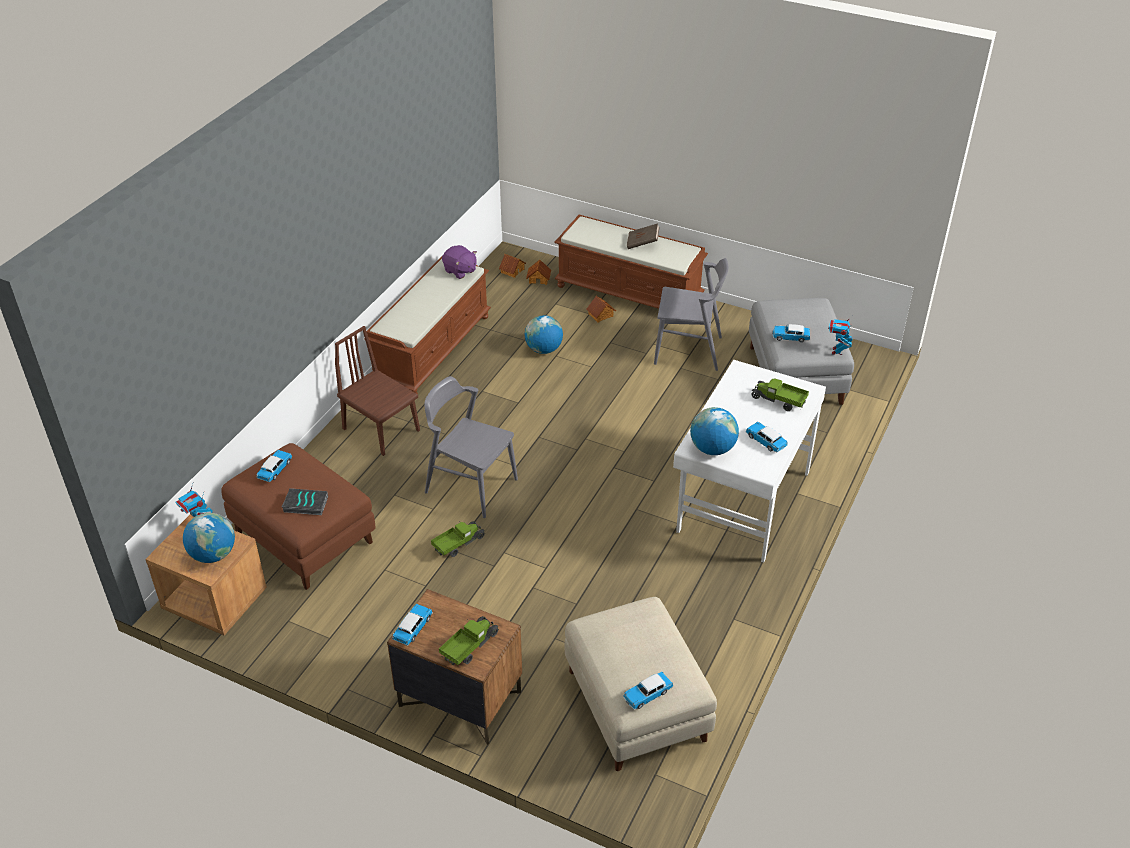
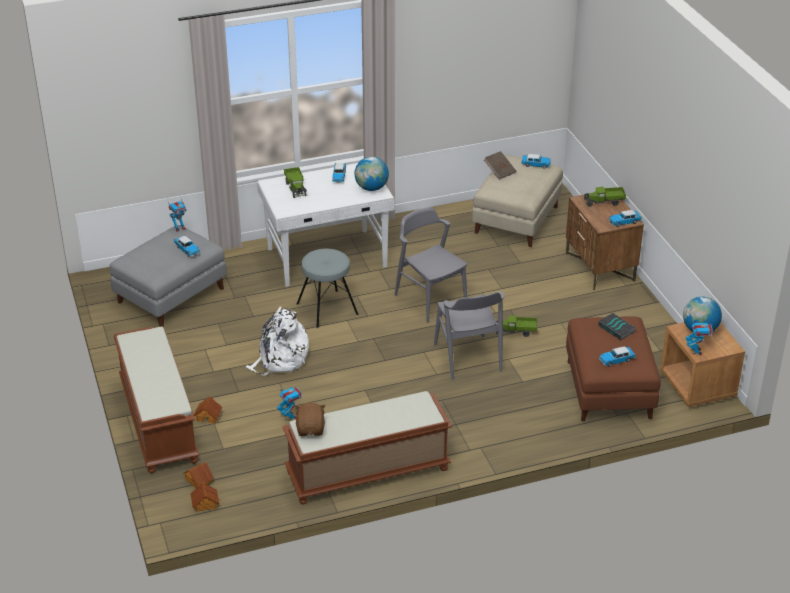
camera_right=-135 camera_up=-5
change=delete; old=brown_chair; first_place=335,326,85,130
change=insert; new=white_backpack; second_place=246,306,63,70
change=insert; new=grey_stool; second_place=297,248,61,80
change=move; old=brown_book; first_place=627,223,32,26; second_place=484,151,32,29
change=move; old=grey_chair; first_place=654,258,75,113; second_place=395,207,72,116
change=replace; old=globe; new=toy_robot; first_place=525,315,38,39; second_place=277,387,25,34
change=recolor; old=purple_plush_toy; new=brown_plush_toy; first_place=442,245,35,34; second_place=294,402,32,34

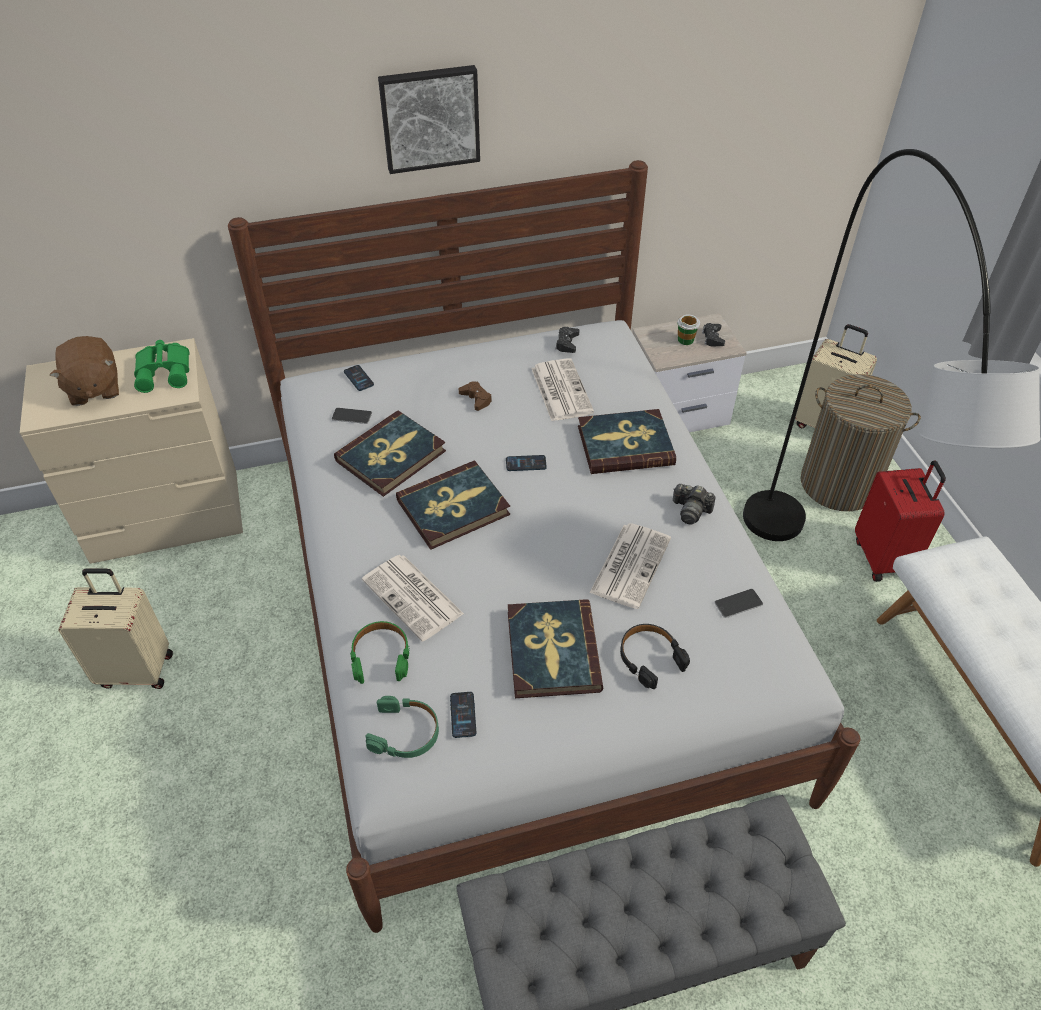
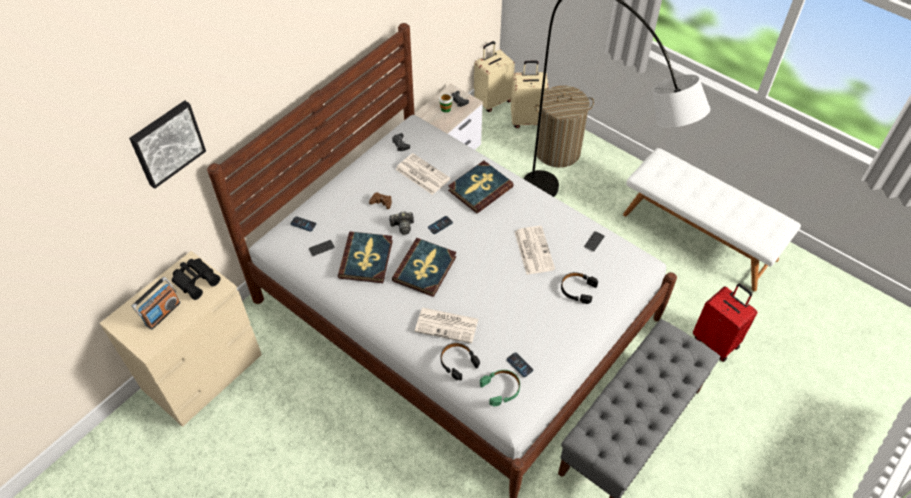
camera_right=-35 camera_up=5
change=delete; old=book; first_place=508,599,95,99
change=move; old=beige_suitcase; first_place=58,568,115,121; second_place=474,41,41,71
change=move; old=picture; first_place=378,65,102,109; second_place=129,100,77,89
change=move; old=photo_camera; first_place=673,484,43,41; second_place=389,211,25,24
change=move; old=red_suitcase; first_place=855,460,91,122; second_place=693,283,64,79
change=replace; old=brown_plush_toy; new=radio; first_place=50,336,69,70; second_place=132,277,49,53
change=recolor; old=green_binoculars; new=black_binoculars; first_place=134,340,56,53; second_place=172,258,49,42
change=recolor; old=green_headphones; new=black_headphones; first_place=350,621,60,63; second_place=441,343,39,38

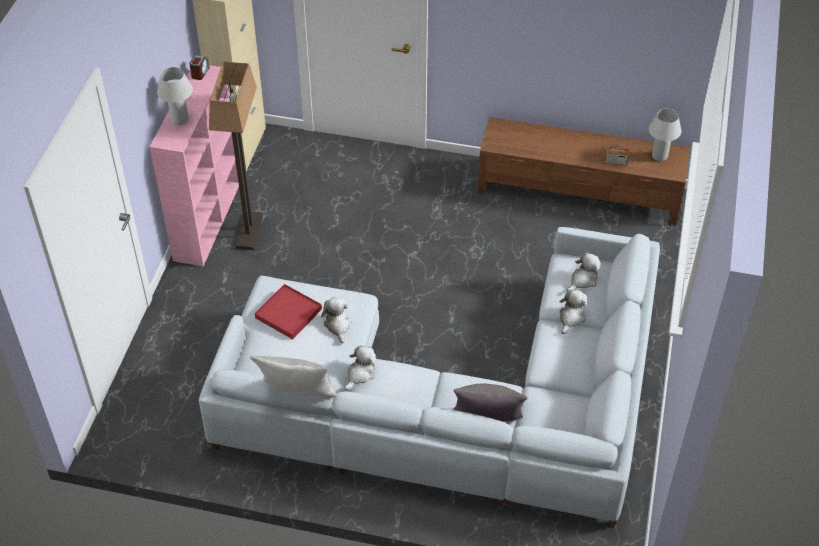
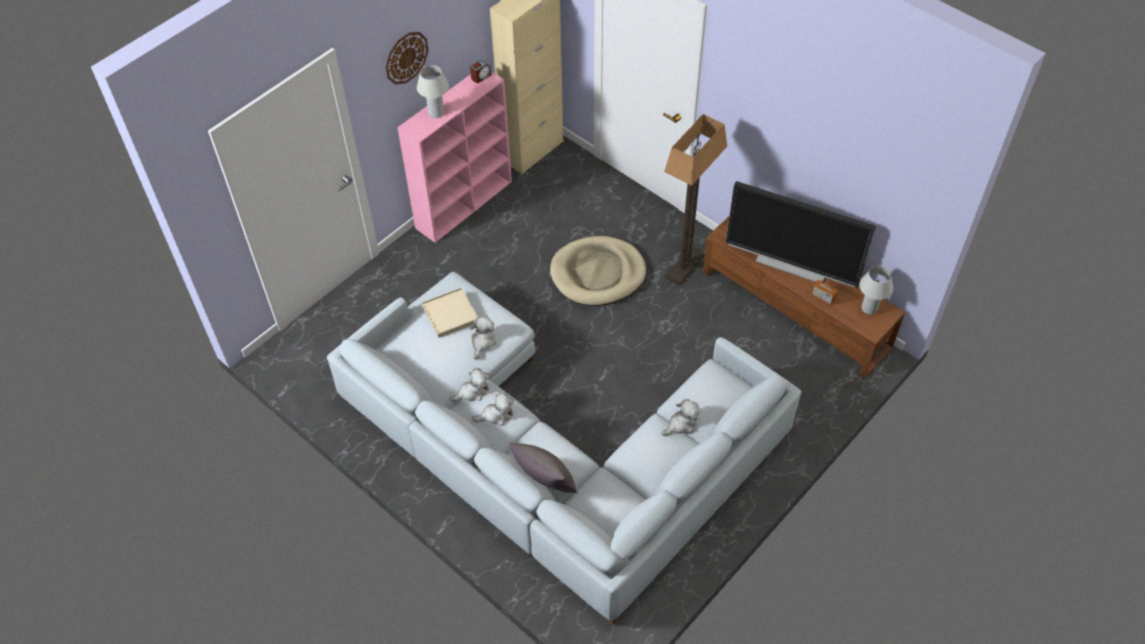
camera_right=30 camera_up=5
change=delete; old=grey_pillow; first_place=250,356,87,41
change=insert; new=wall_clock; second_place=385,32,43,52
change=insert; new=beige_dog_bed; second_place=550,236,96,70
change=insert; new=television; second_place=726,181,150,106
change=move; old=floor_lamp; first_place=209,61,54,189; second_place=664,114,63,172
change=move; old=plush_toy; first_place=566,252,35,40; second_place=472,392,42,34
change=recolor; old=red_tray; new=beige_tray; first_place=255,284,67,55; second_place=422,287,56,51

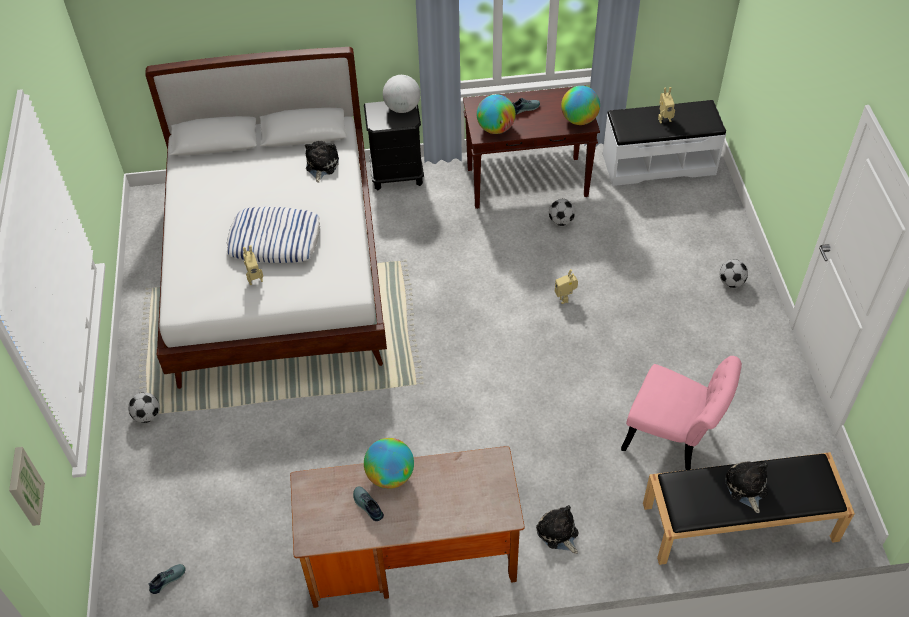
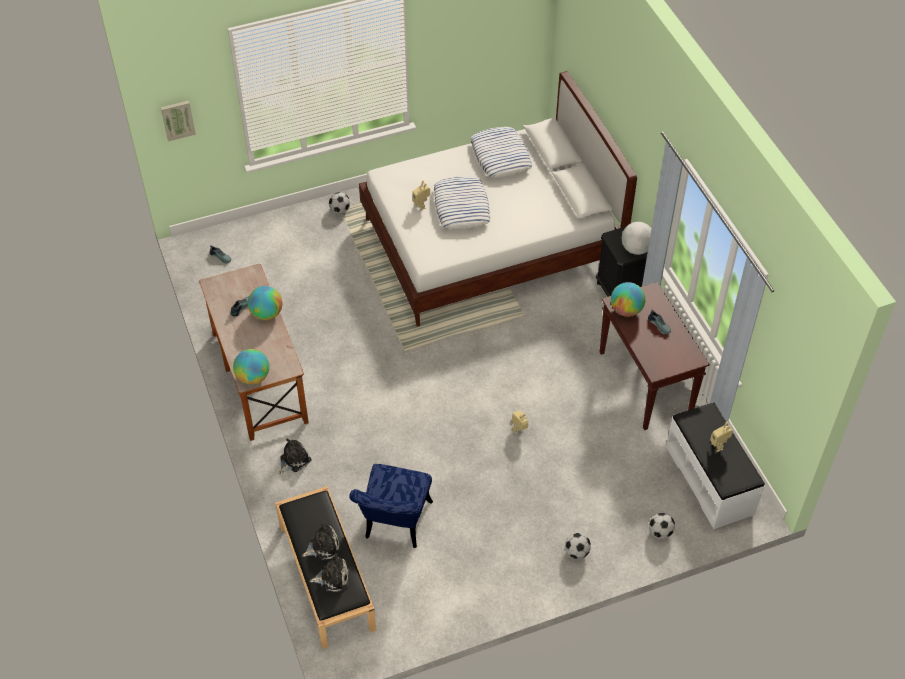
camera_right=75 camera_up=0
change=insert; new=pillow; second_place=470,127,62,51
change=move; old=plush_toy; first_place=305,141,34,42; second_place=310,554,39,38
change=move; old=football; first_place=549,199,26,27; second_place=649,513,26,26
change=move; old=globe; first_place=561,86,39,39; second_place=233,349,36,36
change=recolor; old=pink_chair; new=blue_chair; first_place=621,356,121,114; second_place=349,464,84,84

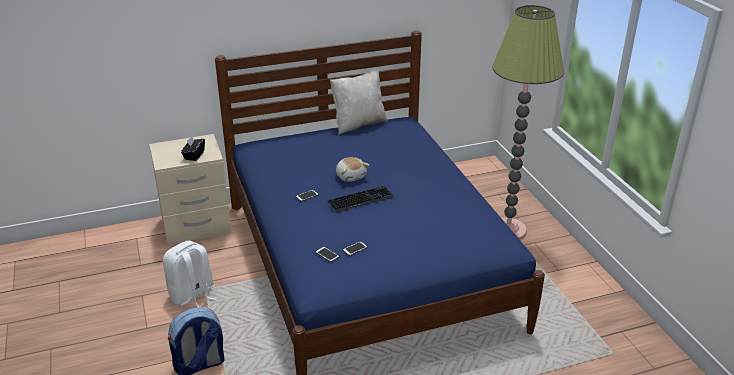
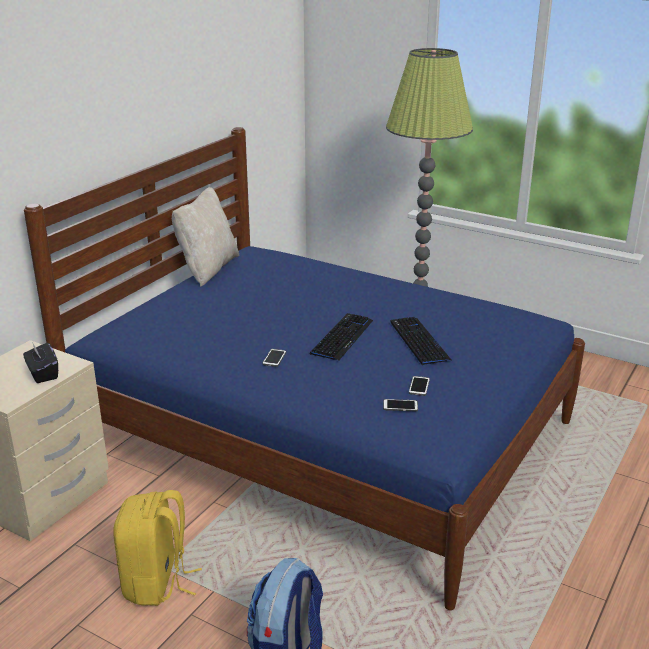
camera_right=-40 camera_up=-5
change=delete; old=plush_toy; first_place=336,157,34,25
change=insert; new=keyboard; second_place=390,317,61,48
change=recolor; old=white_backpack; new=yellow_backpack; first_place=163,241,54,67; second_place=113,490,89,116

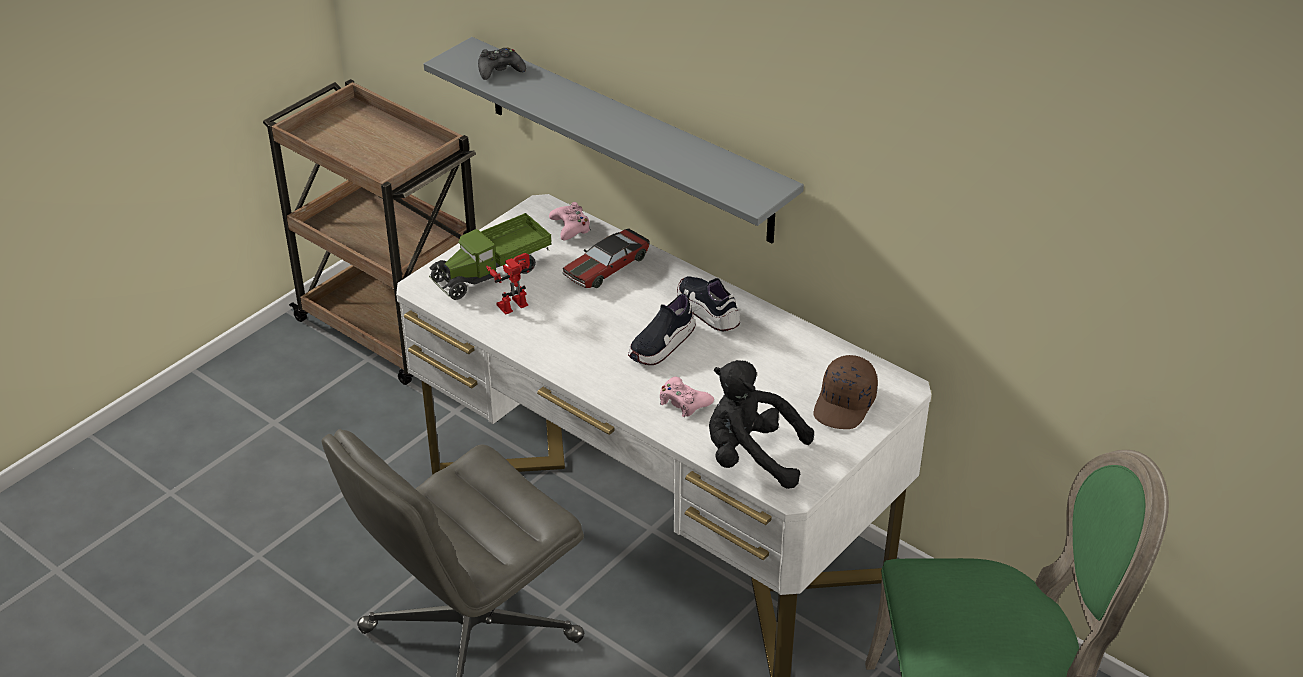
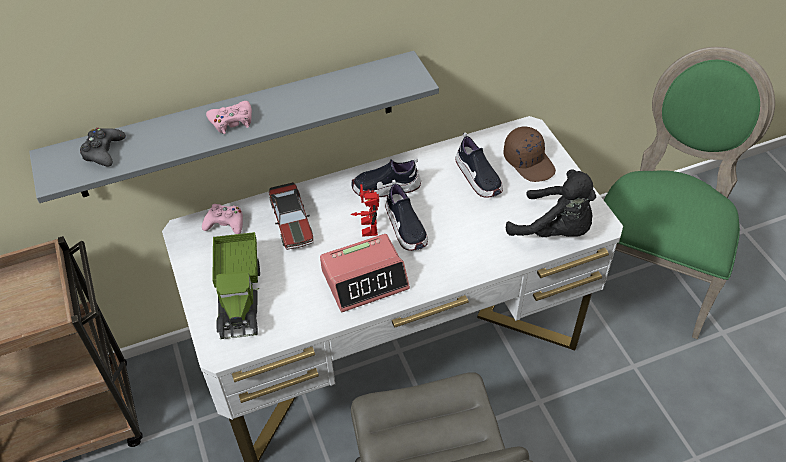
camera_right=-60 camera_up=10
change=insert; new=alarm_clock; second_place=320,234,90,78
change=insert; new=shoe; second_place=455,132,48,66
change=move; old=toy_robot; first_place=486,253,47,62; second_place=350,184,29,53
change=move; old=pink_game_controller; first_place=660,376,54,41; second_place=206,101,46,33
change=rotate; old=black_plush_toy; first_place=709,360,105,129; second_place=506,169,90,68; degrees=-105

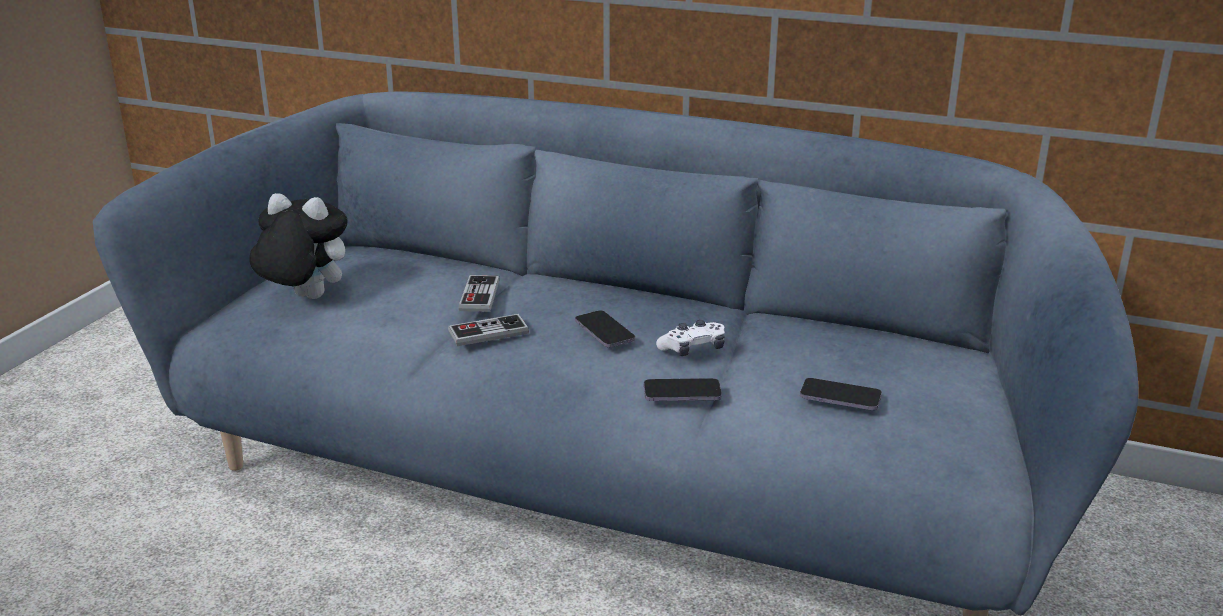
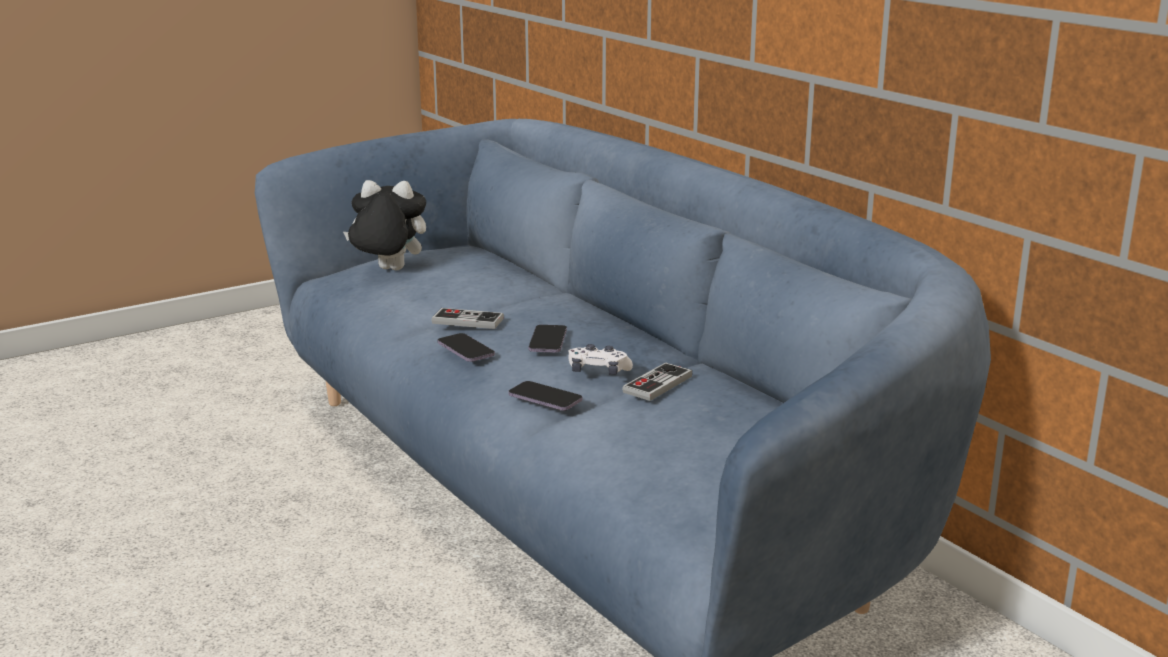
camera_right=35 camera_up=-5
change=move; old=game_controller; first_place=459,275,40,37; second_place=622,362,70,39
change=move; old=phone; first_place=800,378,82,32; second_place=438,333,57,29
change=rotate; old=plush_toy; first_place=249,193,99,106; second_place=343,180,83,90; degrees=-45

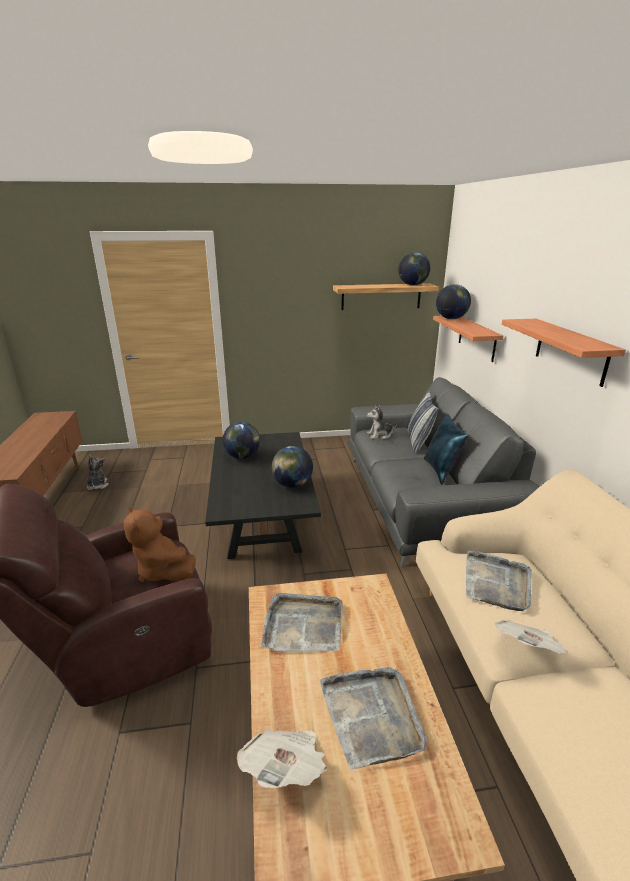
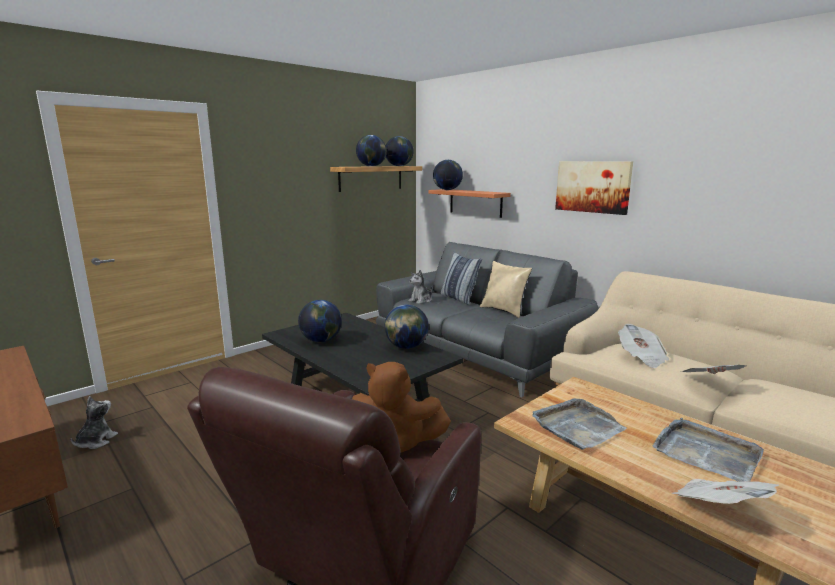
camera_right=-35 camera_up=-10
change=insert; new=globe; second_place=356,135,31,32
change=replace; old=grey_tray; new=newspaper; first_place=466,551,66,60; second_place=618,324,51,44
change=replace; old=shelf; new=picture; first_place=502,319,124,68; second_place=555,161,78,54
change=recolor; old=blue_pillow; new=beige_pillow; first_place=424,414,44,71; second_place=480,261,52,57
change=rotate; old=plush_toy; first_place=87,456,22,34; second_place=71,396,47,53; degrees=60

